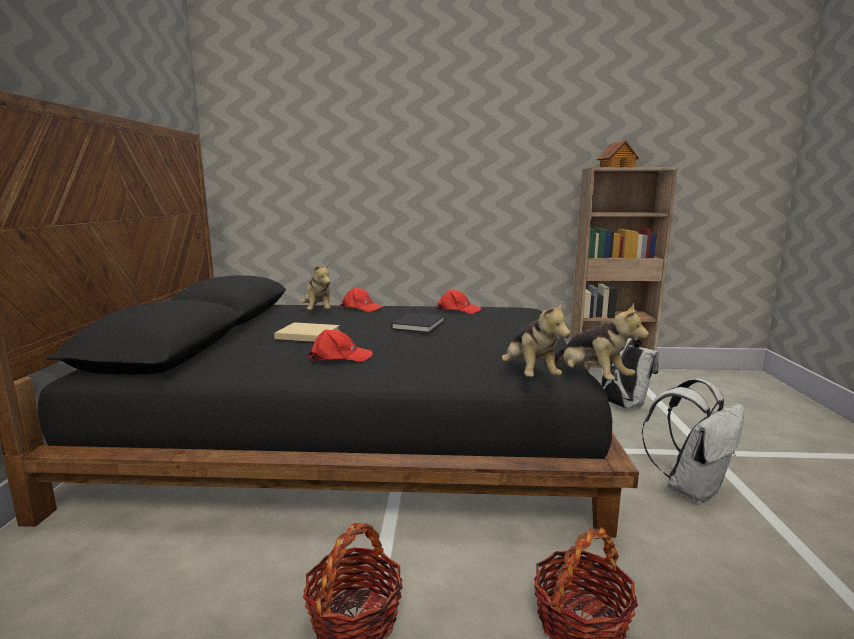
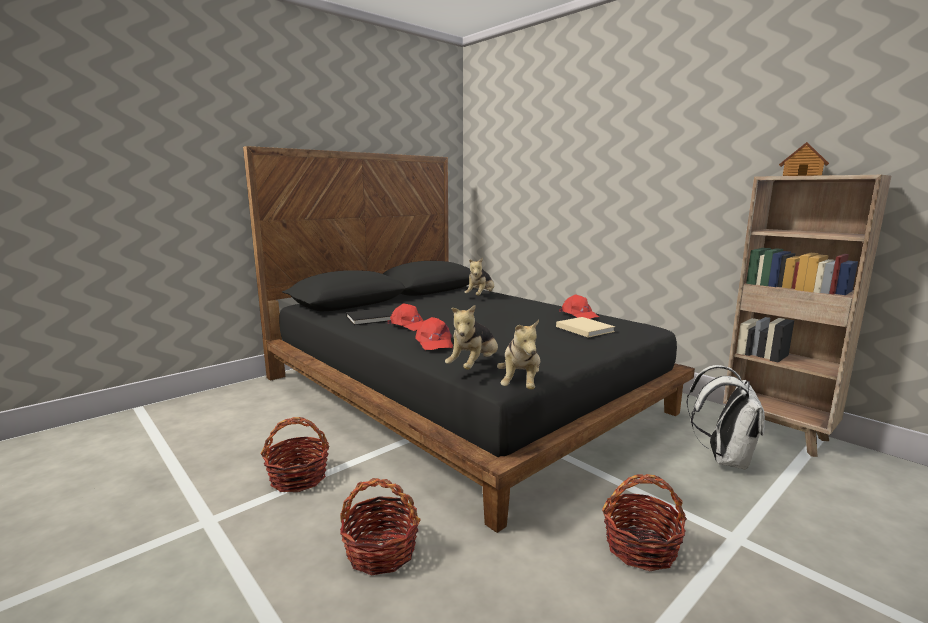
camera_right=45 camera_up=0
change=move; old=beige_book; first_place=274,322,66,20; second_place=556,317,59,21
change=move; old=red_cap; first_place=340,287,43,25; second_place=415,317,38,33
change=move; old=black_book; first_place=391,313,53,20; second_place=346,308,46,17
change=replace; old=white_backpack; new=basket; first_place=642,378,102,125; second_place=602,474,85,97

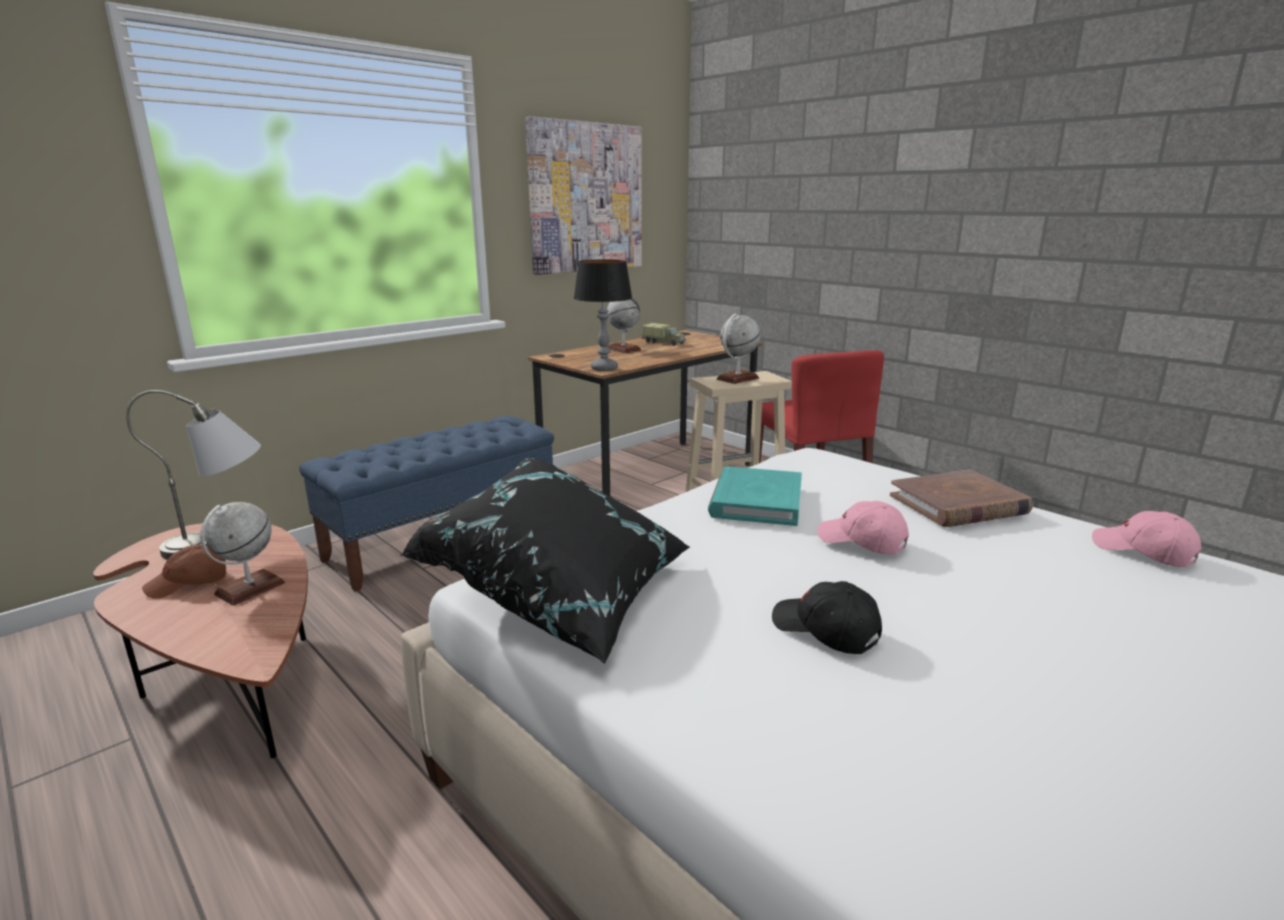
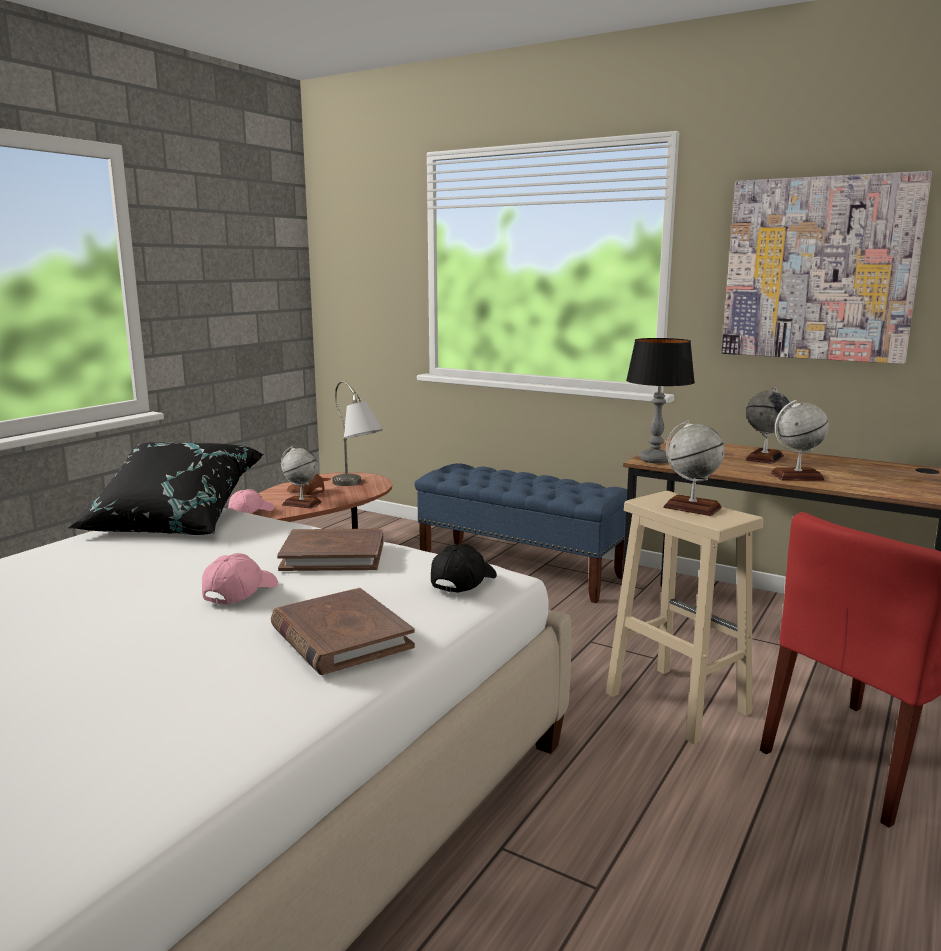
camera_right=75 camera_up=-5
change=delete; old=toy_truck; first_place=642,323,44,23
change=insert; new=globe; second_place=771,400,58,80
change=move; old=black_cap; first_place=772,581,110,73; second_place=431,544,66,49
change=move; old=pink_cap; first_place=1092,511,109,57; second_place=228,489,46,25
change=recolor; old=turquoise_book; new=brown_book; first_place=708,467,94,59; second_place=277,529,106,42

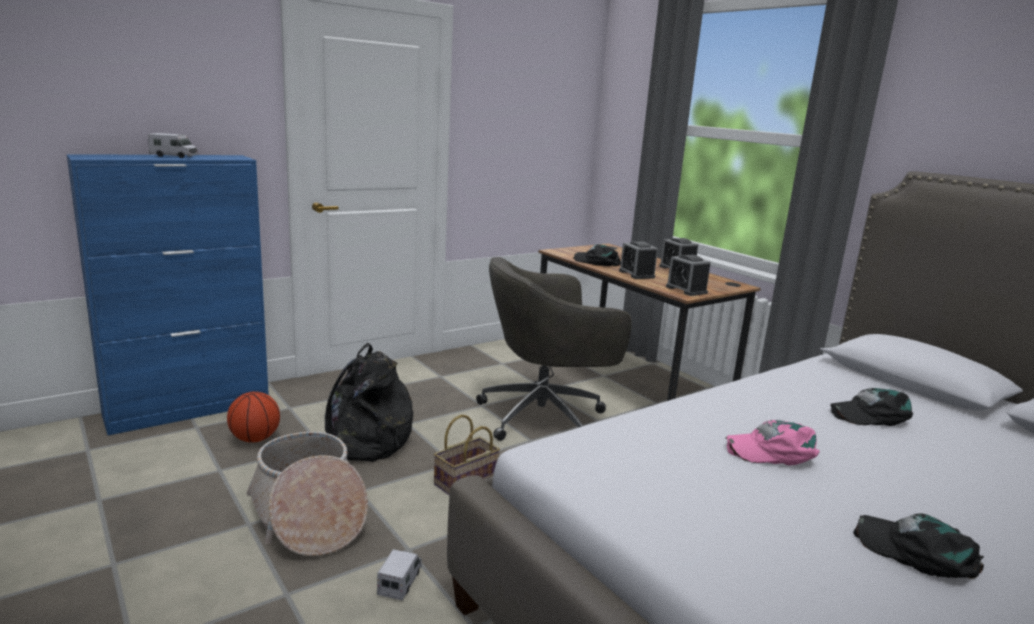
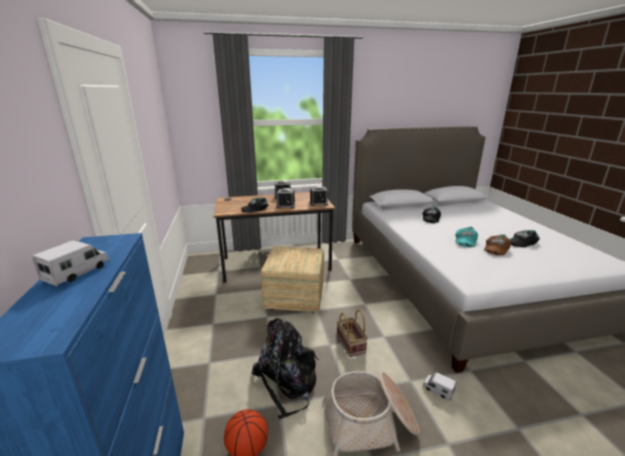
camera_right=-65 camera_up=5
change=insert; new=brown_cap; second_place=484,234,27,22
change=replace; old=grey_office_chair; new=ottoman; first_place=476,257,156,184; second_place=261,247,63,66
change=recolor; old=pink_cap; new=turquoise_cap; first_place=725,420,95,45; second_place=455,227,23,20

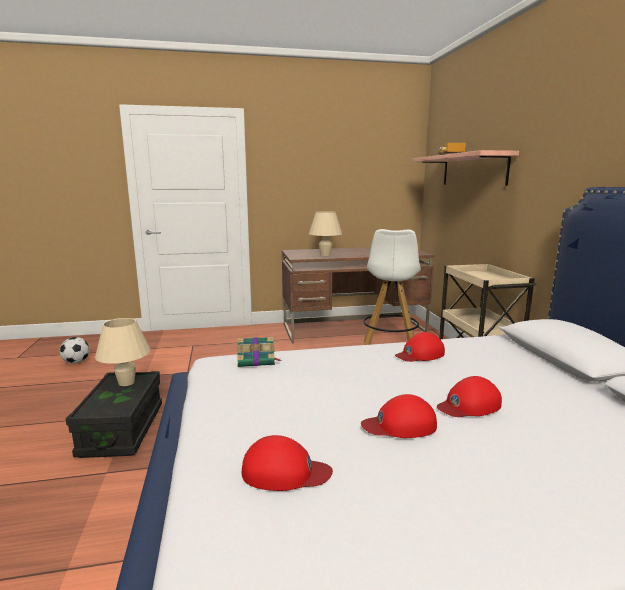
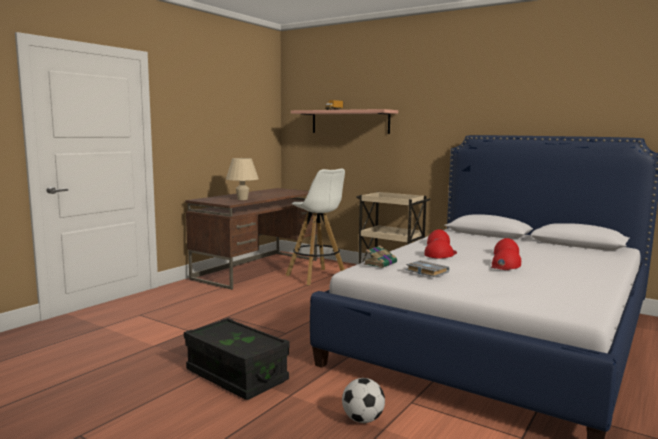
camera_right=-45 camera_up=-5
change=delete; old=beige_table_lamp; first_place=95,318,55,68
change=insert; new=grey_book; second_place=406,260,44,17
change=move; old=football; first_place=59,337,31,27; second_place=342,378,43,45
change=move; old=red_cap; first_place=242,435,91,56; second_place=424,239,33,19

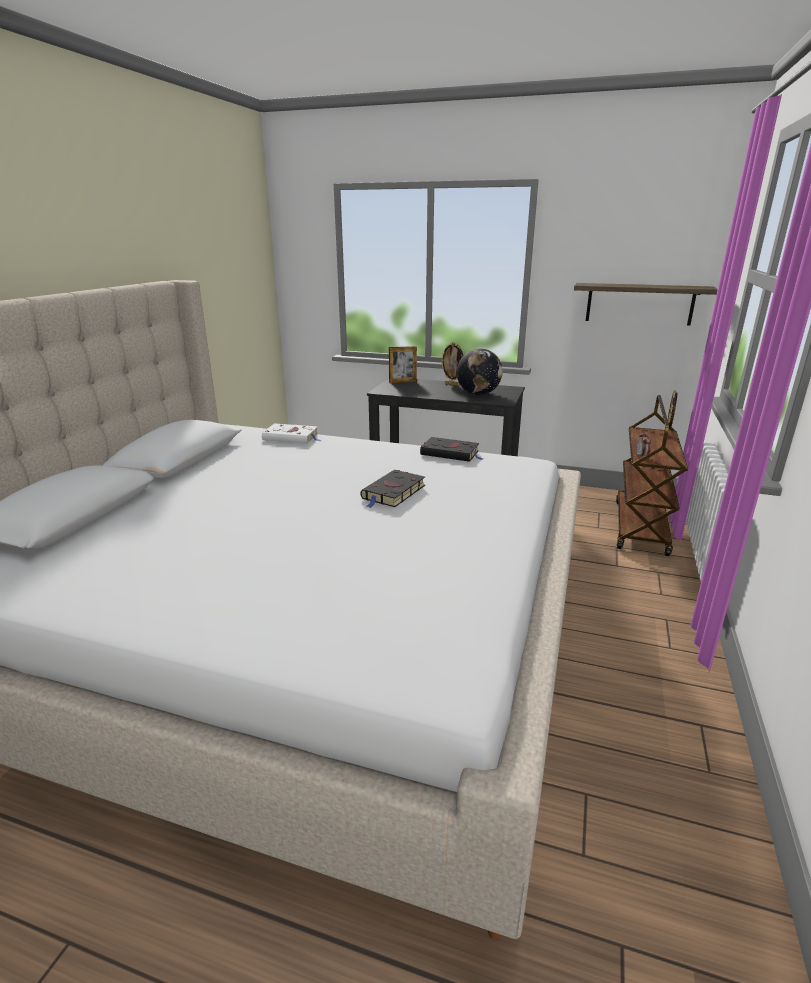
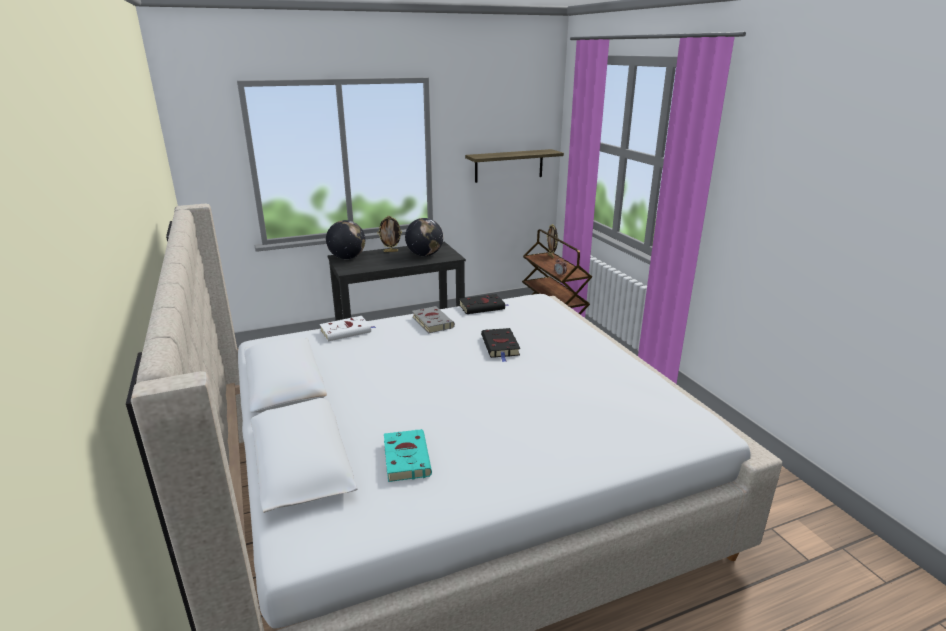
camera_right=-40 camera_up=0
change=insert; new=turquoise_book; second_place=384,429,48,53
change=insert; new=grey_book; second_place=412,306,43,27
change=replace; old=picture_frame; new=globe; first_place=389,346,28,37; second_place=326,220,40,39

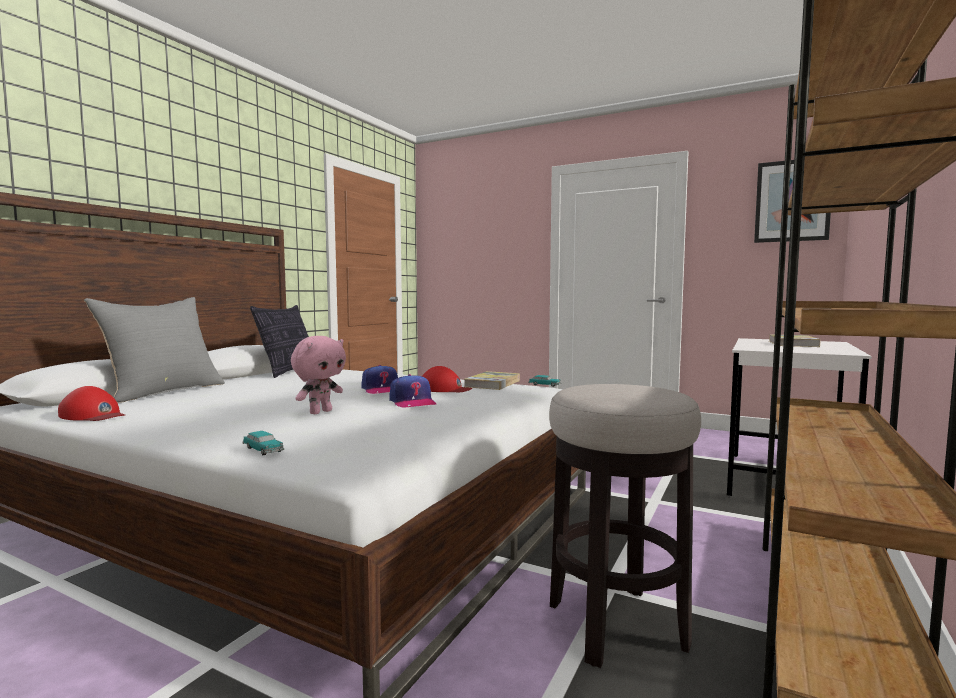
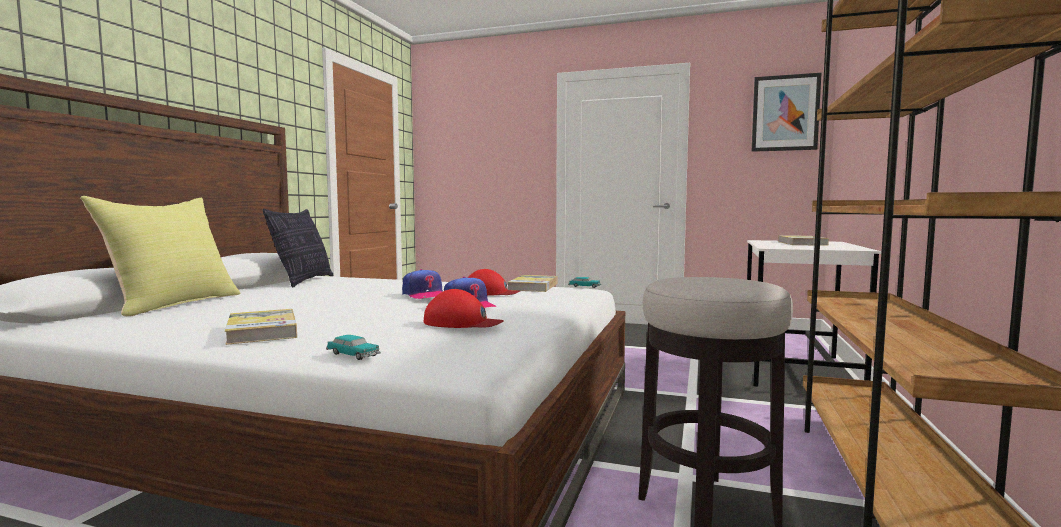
camera_right=-10 camera_up=0
change=delete; old=pink_plush_toy; first_place=291,336,55,78
change=insert; new=book; second_place=225,309,72,36
change=move; old=red_cap; first_place=58,386,67,35; second_place=424,289,80,39
change=recolor; old=grey_pillow; new=yellow_pillow; first_place=84,297,141,106; second_place=80,196,160,120

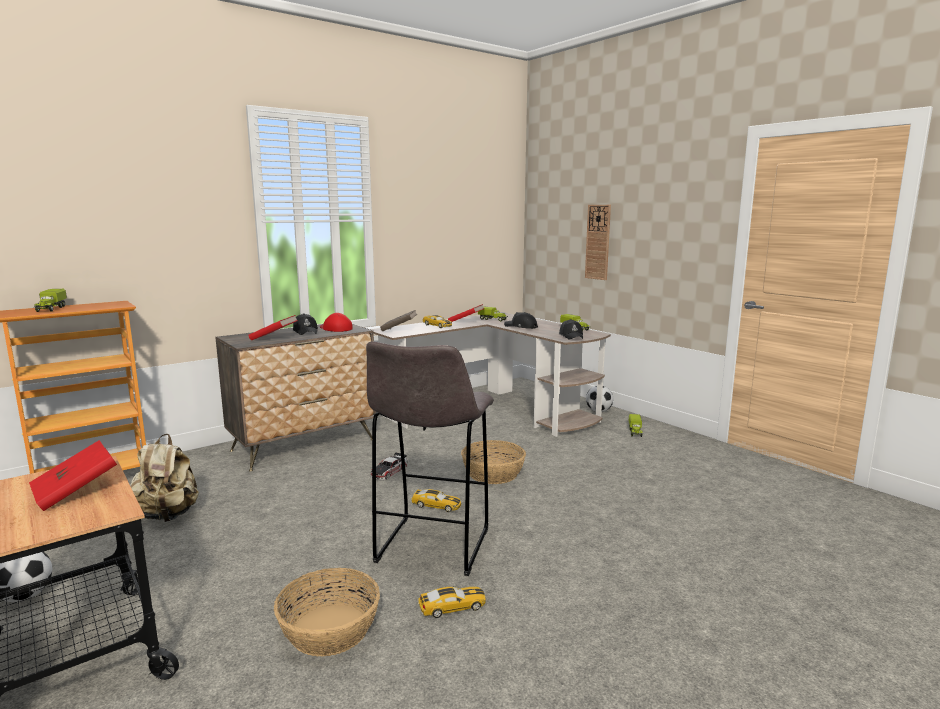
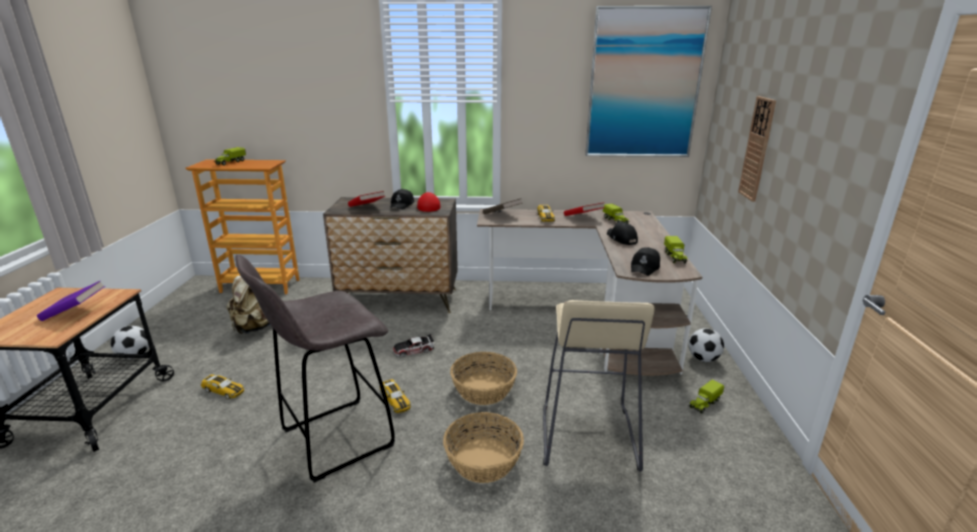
camera_right=40 camera_up=10
change=insert; new=beige_stool; second_place=543,300,112,172
change=insert; new=picture; second_place=585,6,127,151
change=move; old=basket; first_place=274,568,106,88; second_place=443,412,81,71
change=move; old=toy_car; first_place=418,586,68,32; second_place=201,374,43,25
change=recolor; old=red_book; new=purple_book; first_place=29,440,88,71; second_place=37,281,68,40

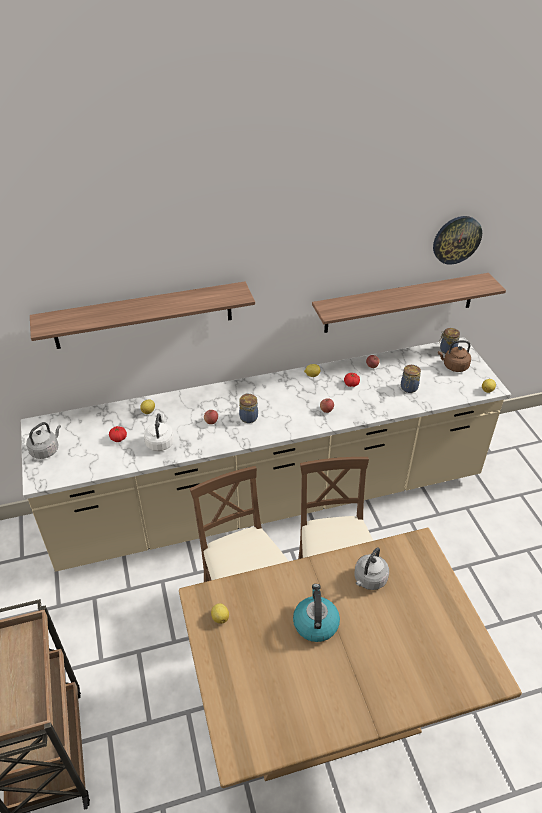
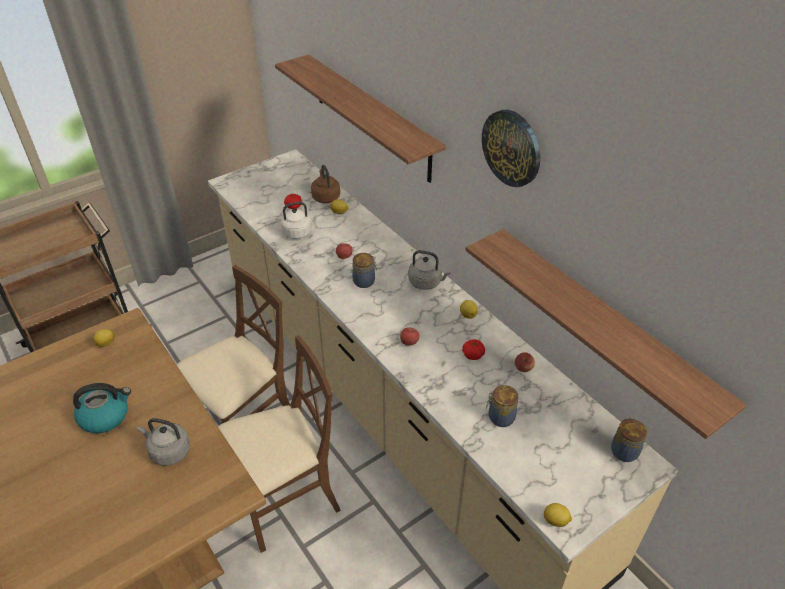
camera_right=70 camera_up=0
change=move; old=grey_kettle; first_place=26,422,35,37; second_place=408,250,43,40
change=move; old=wall_clock; first_place=433,216,49,49; second_place=482,110,58,77
change=move; old=brown_kettle; first_place=438,340,33,32; second_place=311,165,29,38

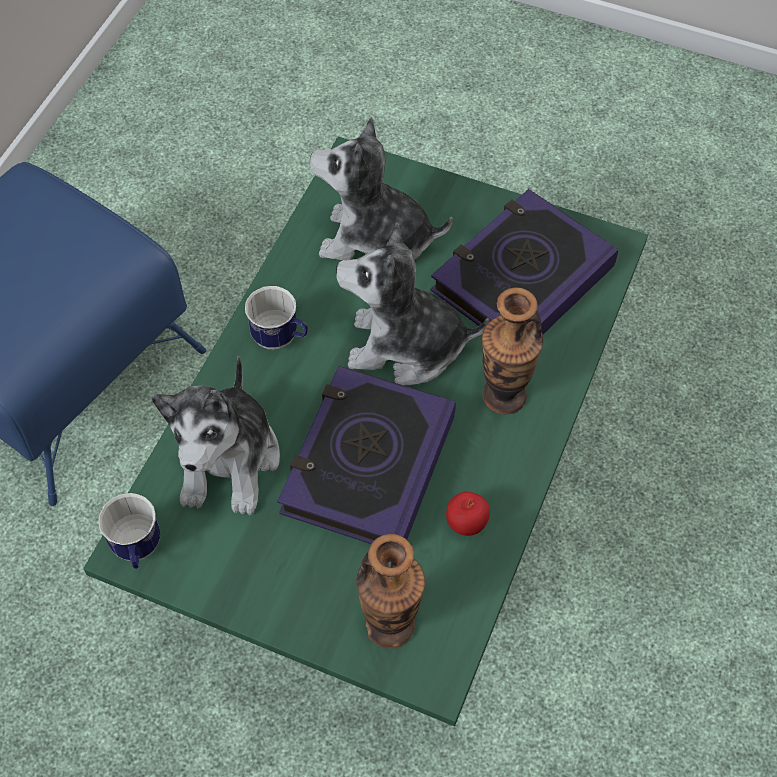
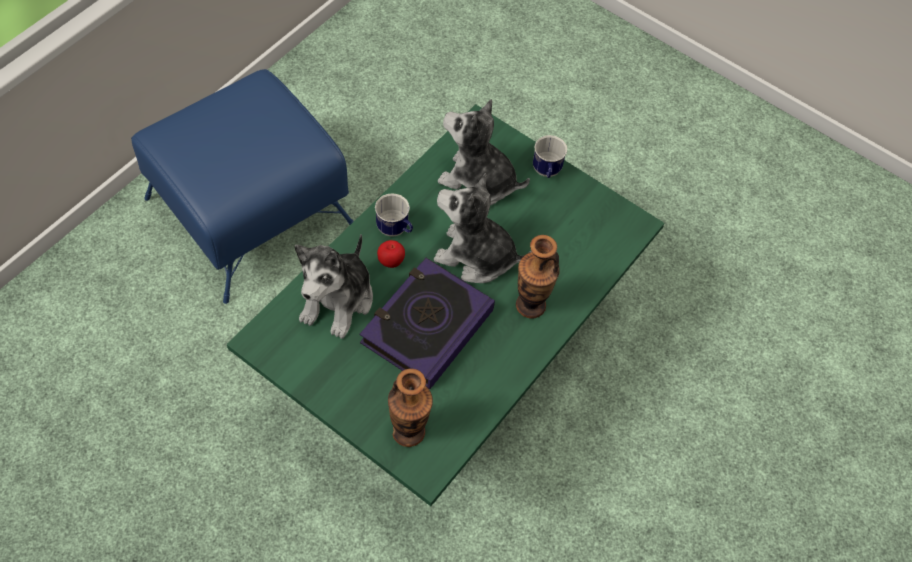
camera_right=10 camera_up=0
change=delete; old=book; first_place=431,189,187,145
change=move; old=mug; first_place=99,493,61,76; second_place=533,135,34,43
change=move; old=apple; first_place=446,492,44,44; second_place=377,240,28,28

